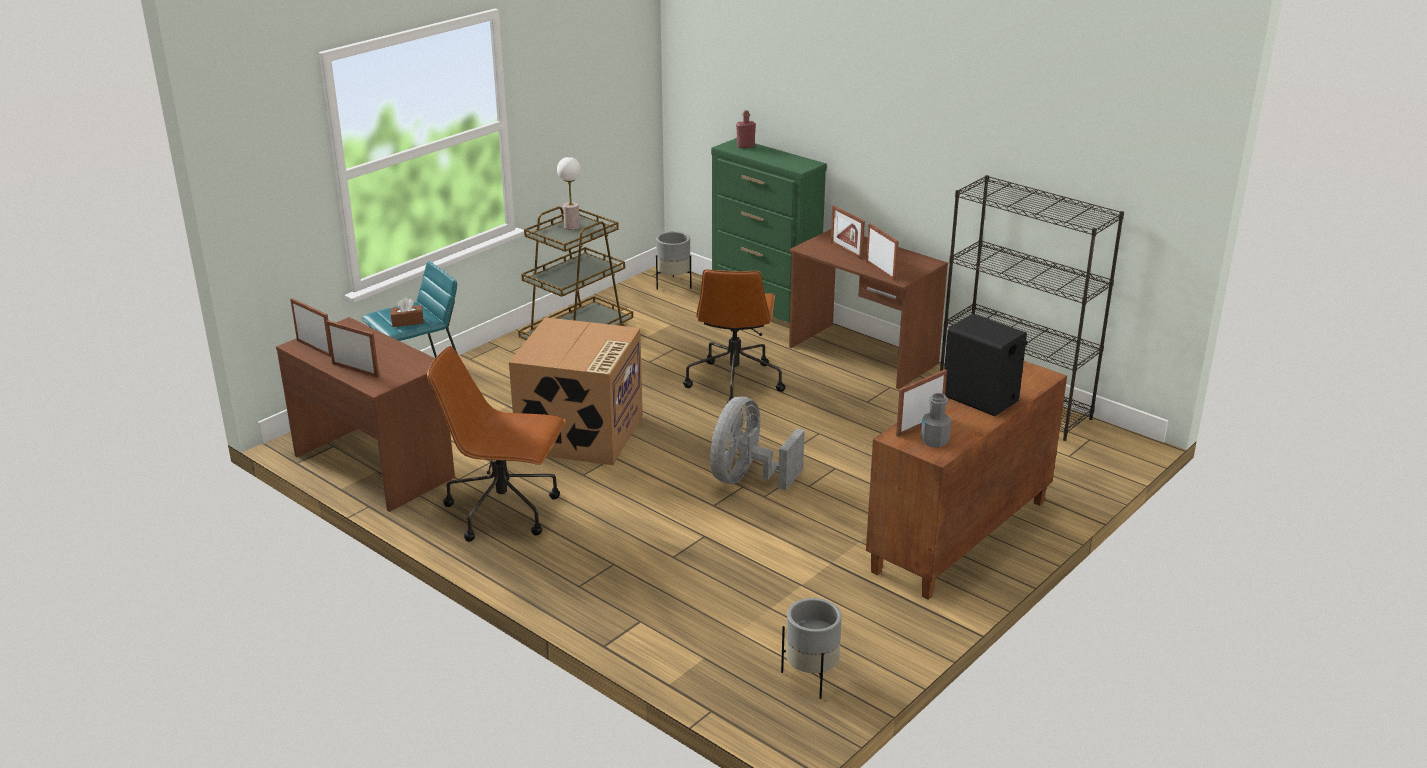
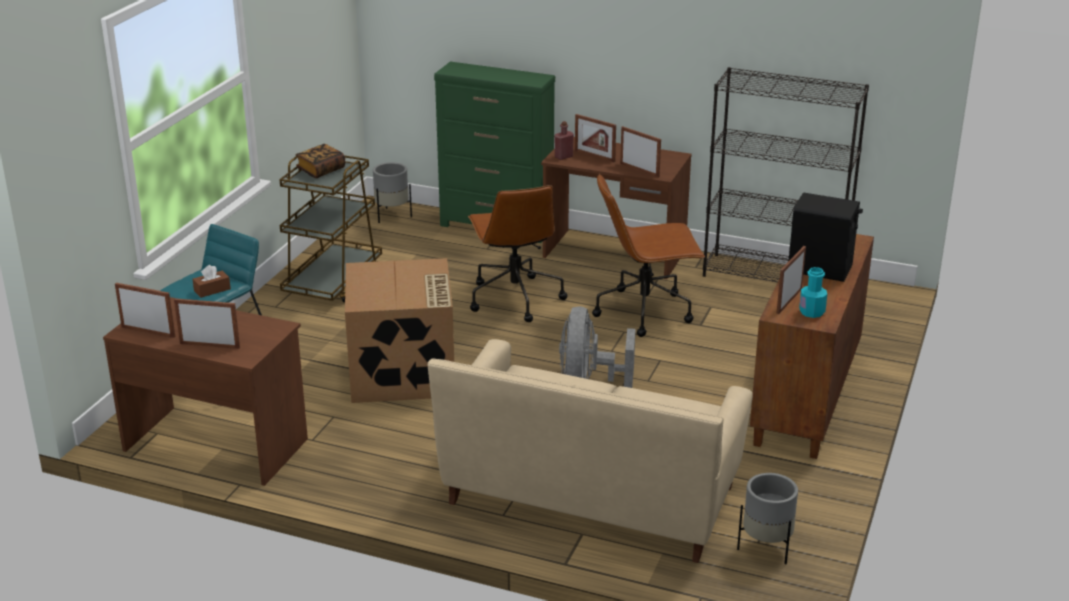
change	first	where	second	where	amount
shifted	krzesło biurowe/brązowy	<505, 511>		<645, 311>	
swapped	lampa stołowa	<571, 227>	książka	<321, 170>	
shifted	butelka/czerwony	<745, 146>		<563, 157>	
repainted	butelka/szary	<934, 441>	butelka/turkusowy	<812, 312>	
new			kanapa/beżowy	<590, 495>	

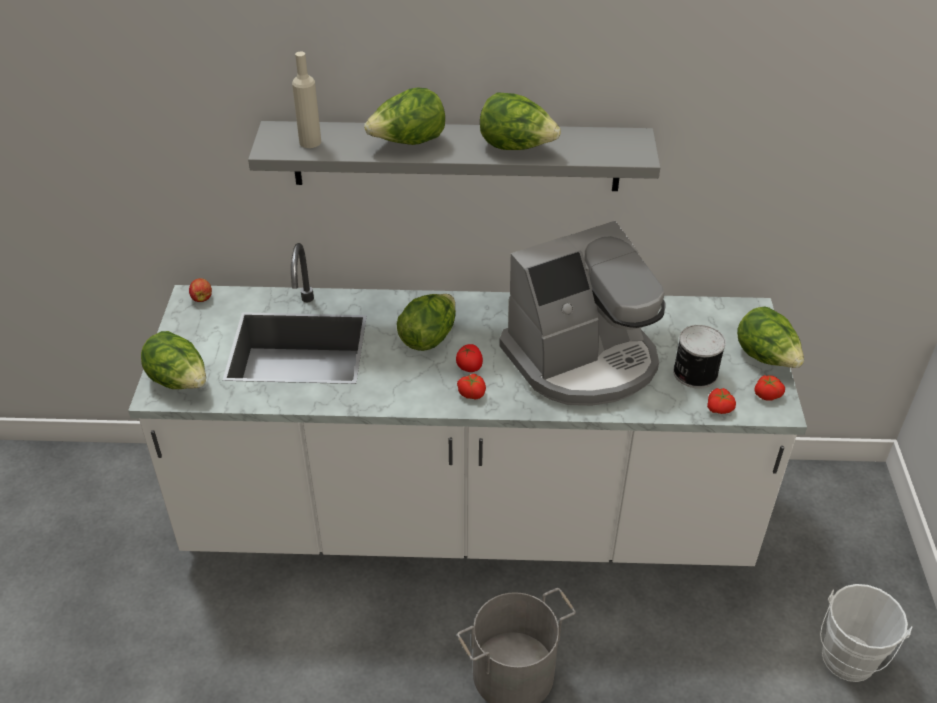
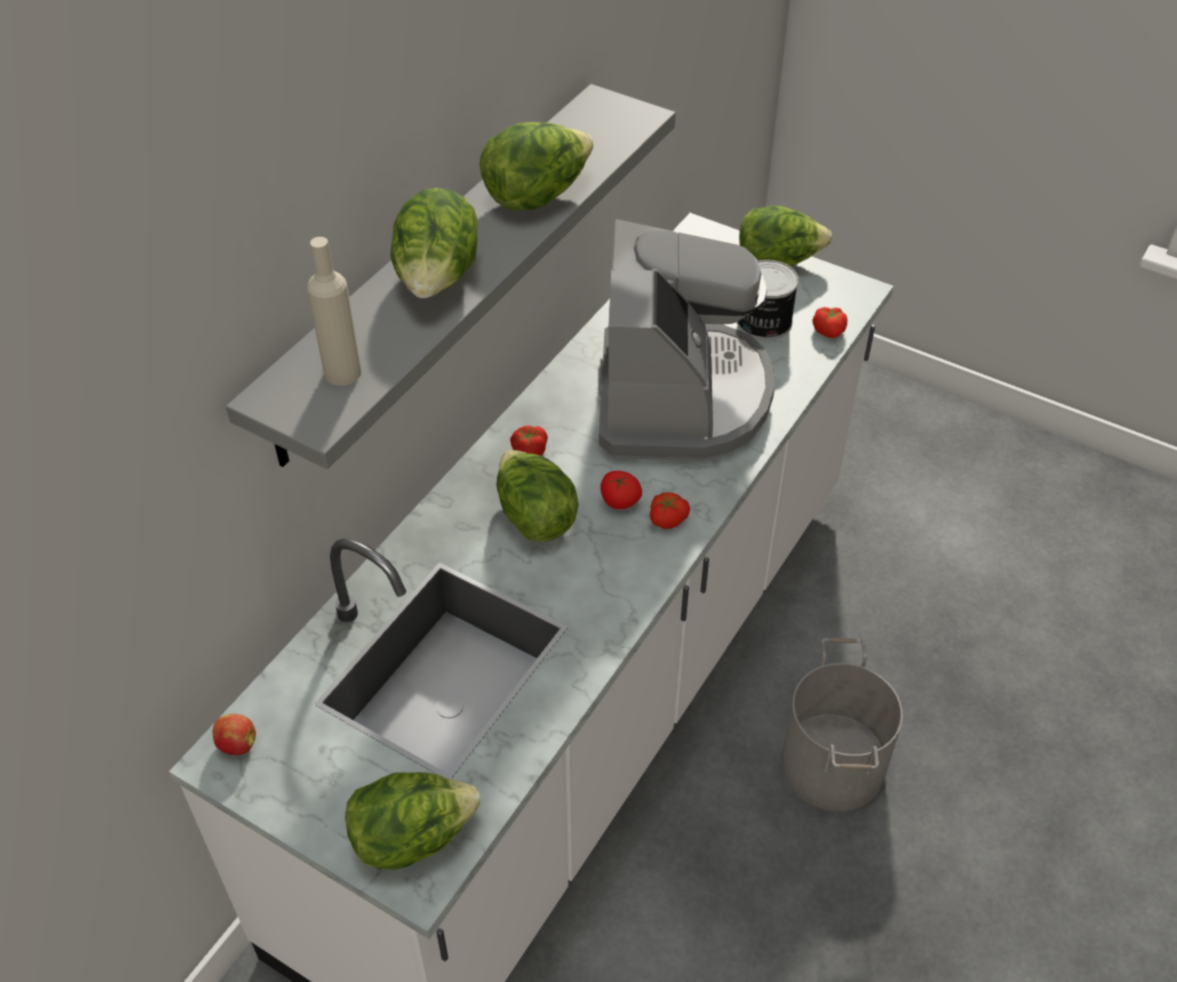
change	first	where	second	where	amount
shifted	pomidor	<766, 394>		<528, 451>	
gone	wiadro/biały	<846, 663>			

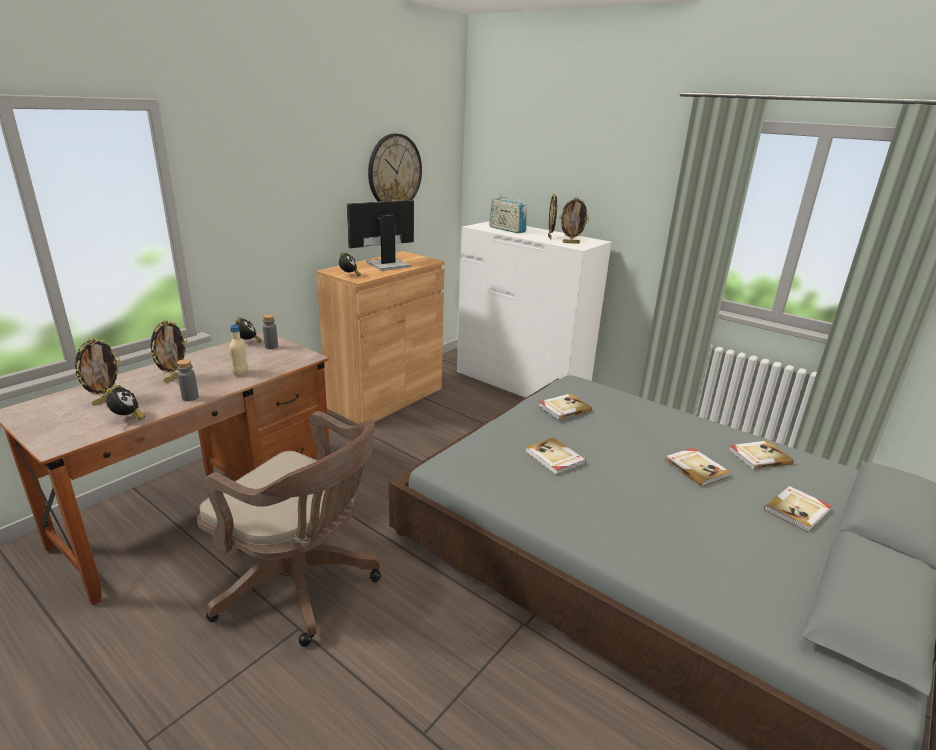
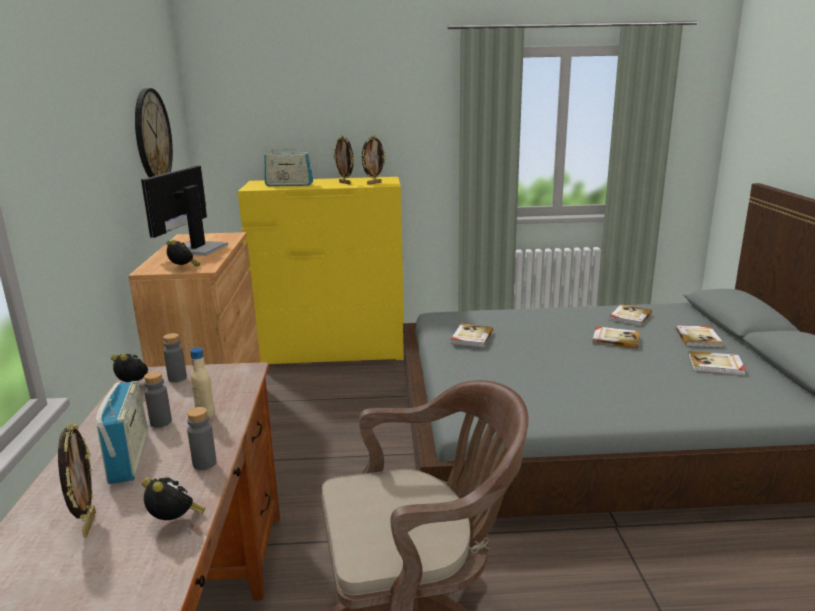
change	first	where	second	where	amount
swapped	ramka na zdjęcie	<174, 378>	radio	<129, 457>	
repainted	komoda/biały	<521, 384>	komoda/żółty	<332, 352>	
shifted	książka	<554, 458>		<716, 365>	
new			butelka/szary	<161, 422>	

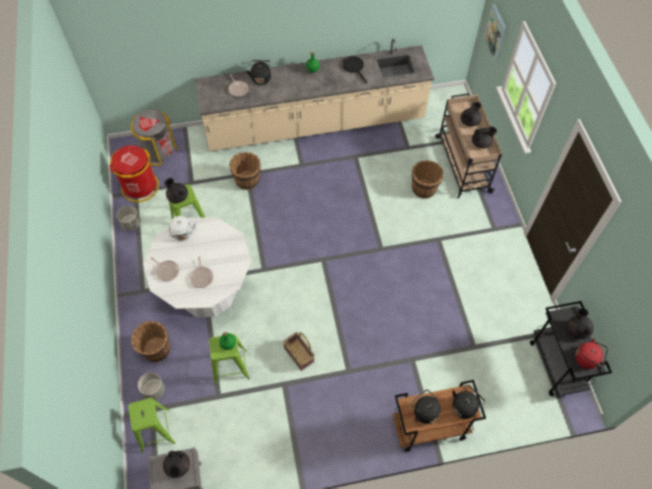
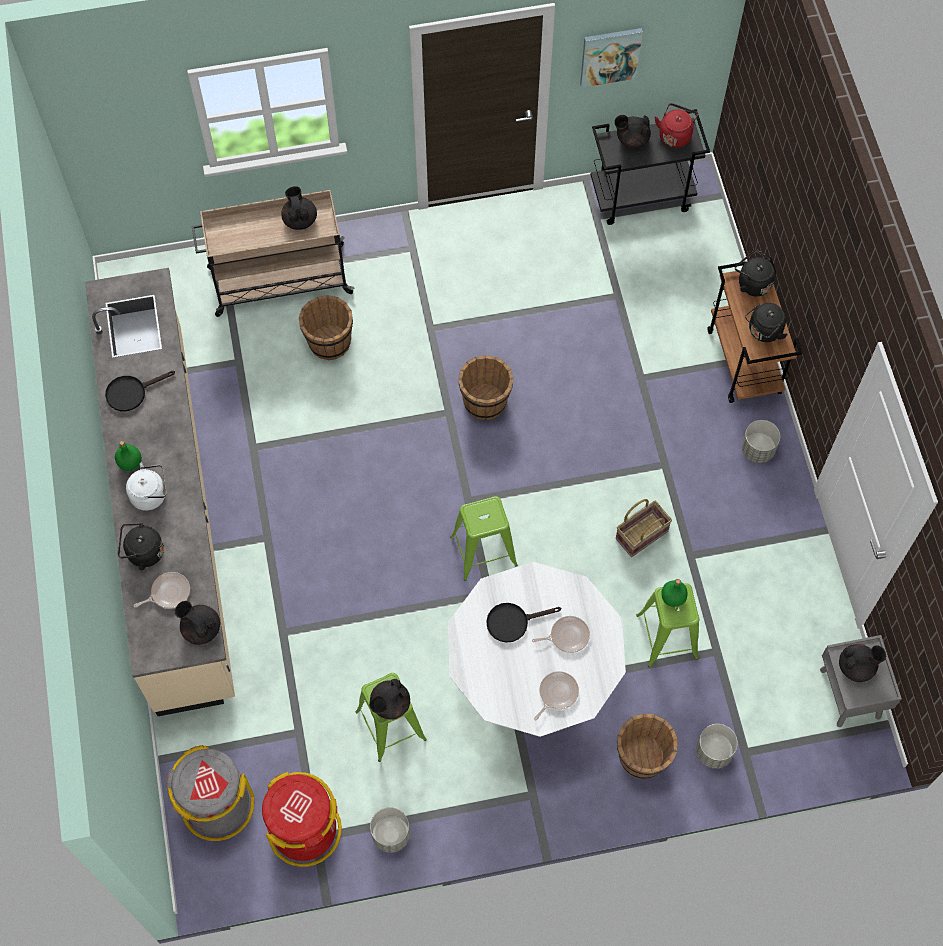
change	first	where	second	where	amount
shifted	stołek/zielony	<155, 430>		<483, 551>	
shifted	czajnik/biały	<183, 234>		<151, 495>	
shifted	wiadro/brązowy	<247, 180>		<485, 401>	
shifted	imbryk/czarny	<470, 121>		<201, 628>	
shifted	obraz	<495, 32>		<610, 56>	
new			patelnia/czarny	<513, 622>	
new			donica/szary	<758, 450>	

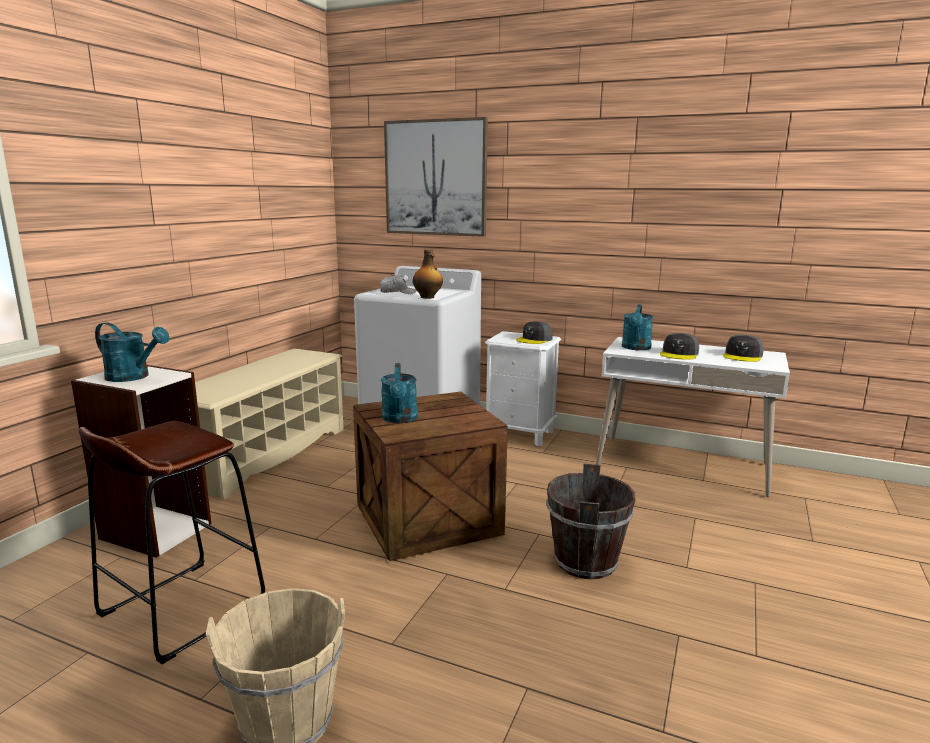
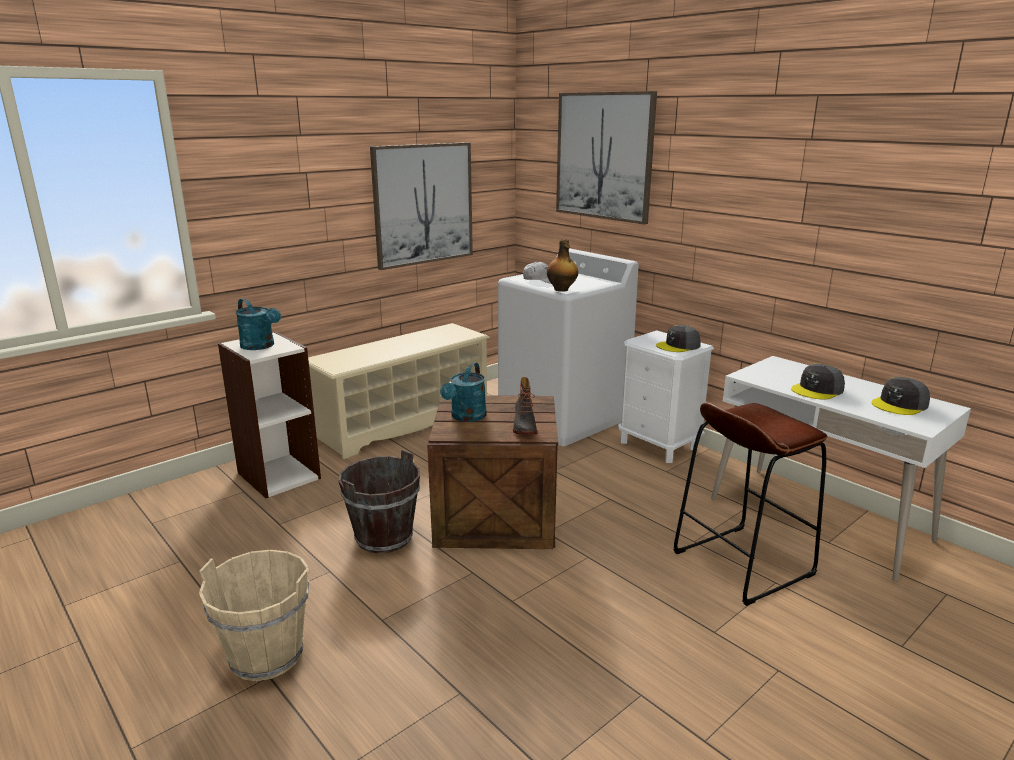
change	first	where	second	where	amount
shifted	stołek/brązowy	<182, 609>		<742, 563>	
shifted	wiadro/brązowy	<586, 562>		<384, 538>	
gone	konewka/turkusowy	<636, 348>			
new			obraz	<423, 204>	
new			but z cholewką	<523, 426>	

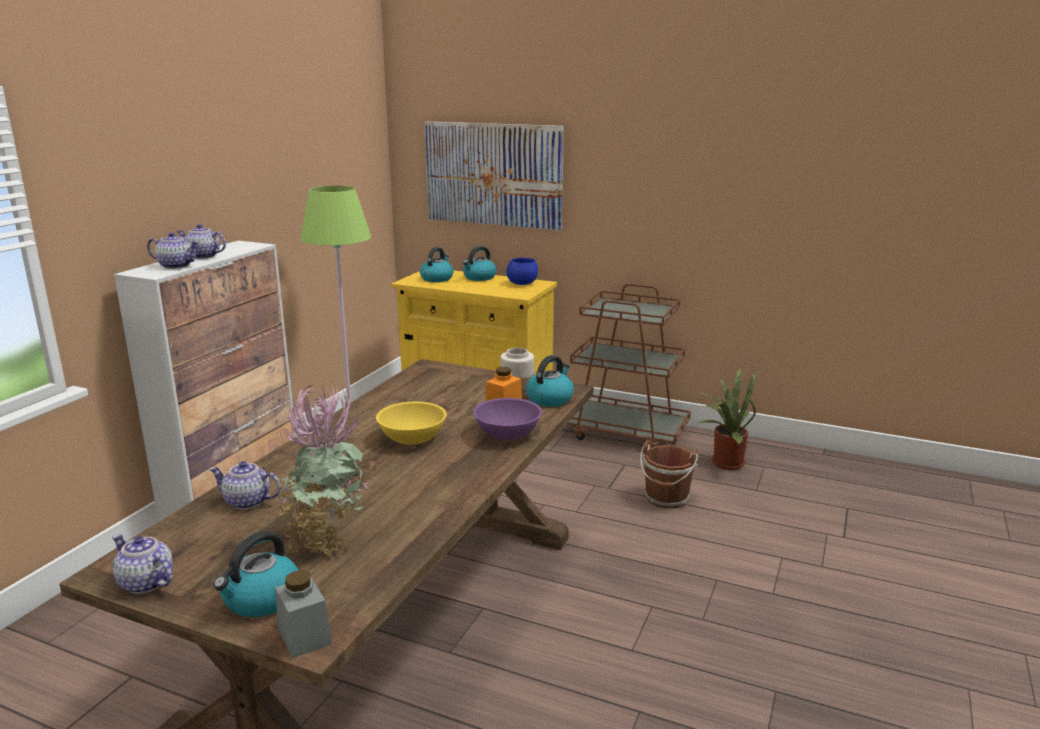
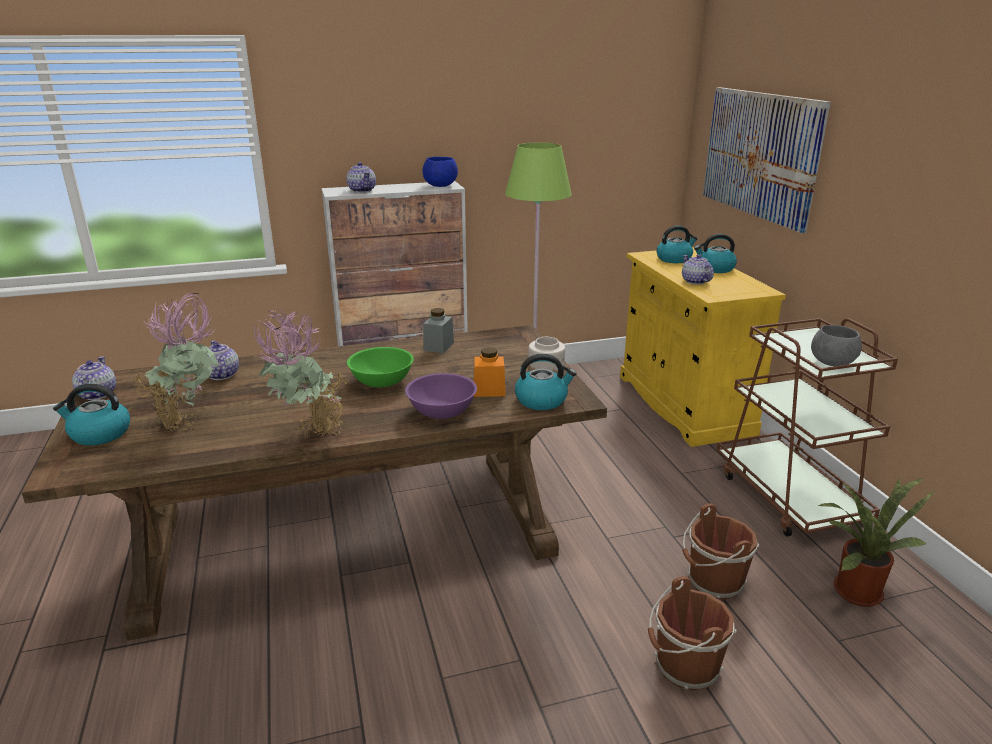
change	first	where	second	where	amount
shifted	imbryk	<203, 256>		<695, 281>	
shifted	słoik/szary	<304, 636>		<438, 346>	
repainted	miska/żółty	<412, 438>	miska/zielony	<382, 381>	
shifted	miska/niebieski	<522, 284>		<440, 186>	
new			roślina doniczkowa	<310, 436>	
new			wiadro/brązowy	<684, 667>	
new			miska/szary	<831, 363>	

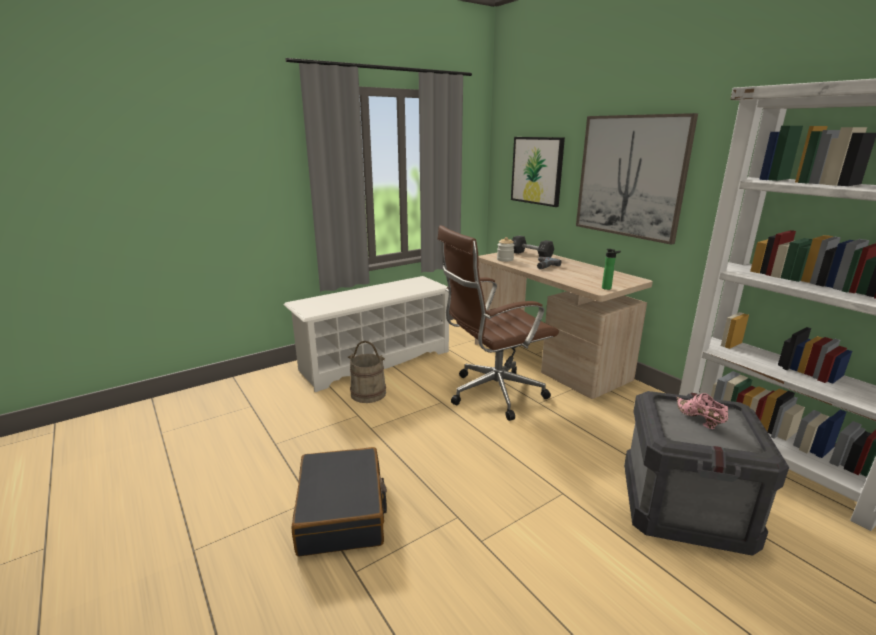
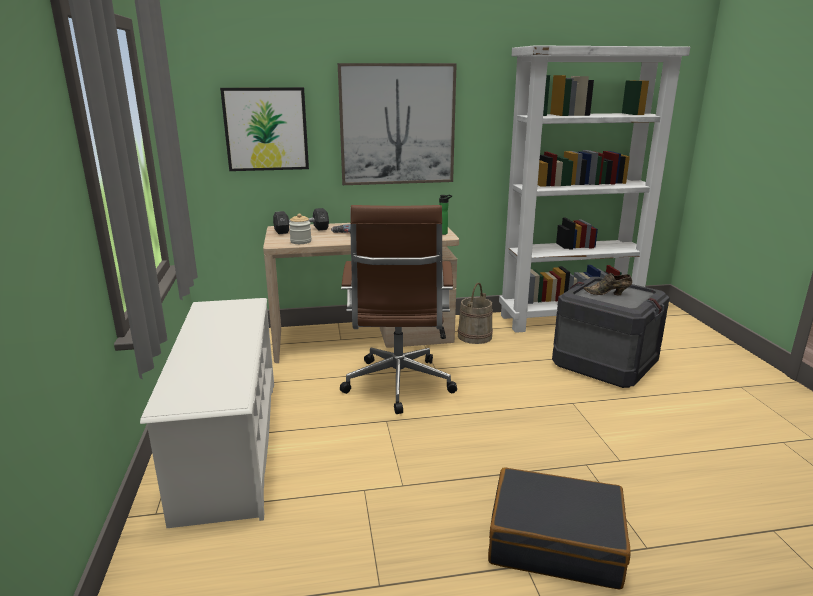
change	first	where	second	where	amount
shifted	wiadro/beżowy	<368, 393>		<474, 336>	
repainted	but/różowy	<699, 420>	but/brązowy	<608, 294>	

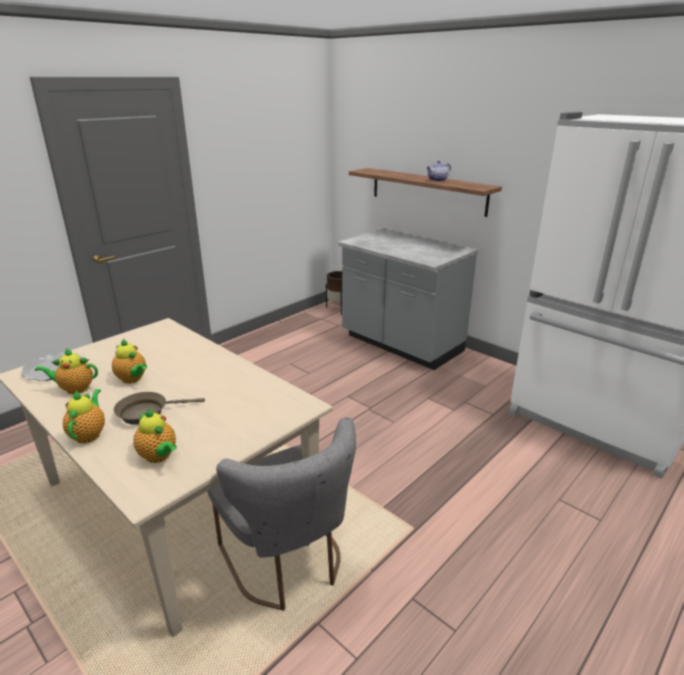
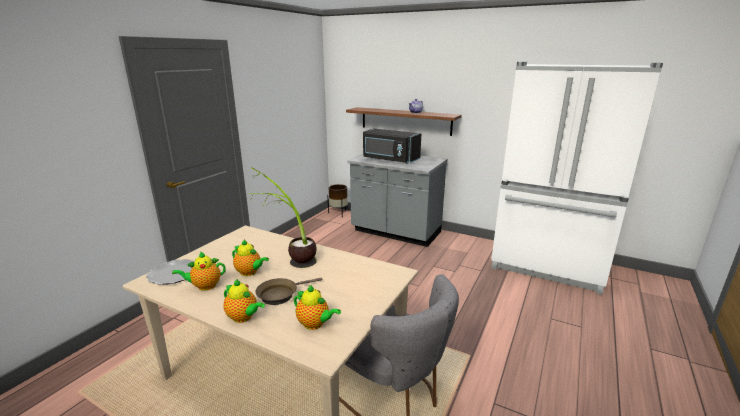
change	first	where	second	where	amount
rotated	imbryk	<89, 434>		<243, 317>	135 degrees clockwise
new			roślina doniczkowa	<290, 257>	
new			mikrofalówka/czarny	<390, 159>	

